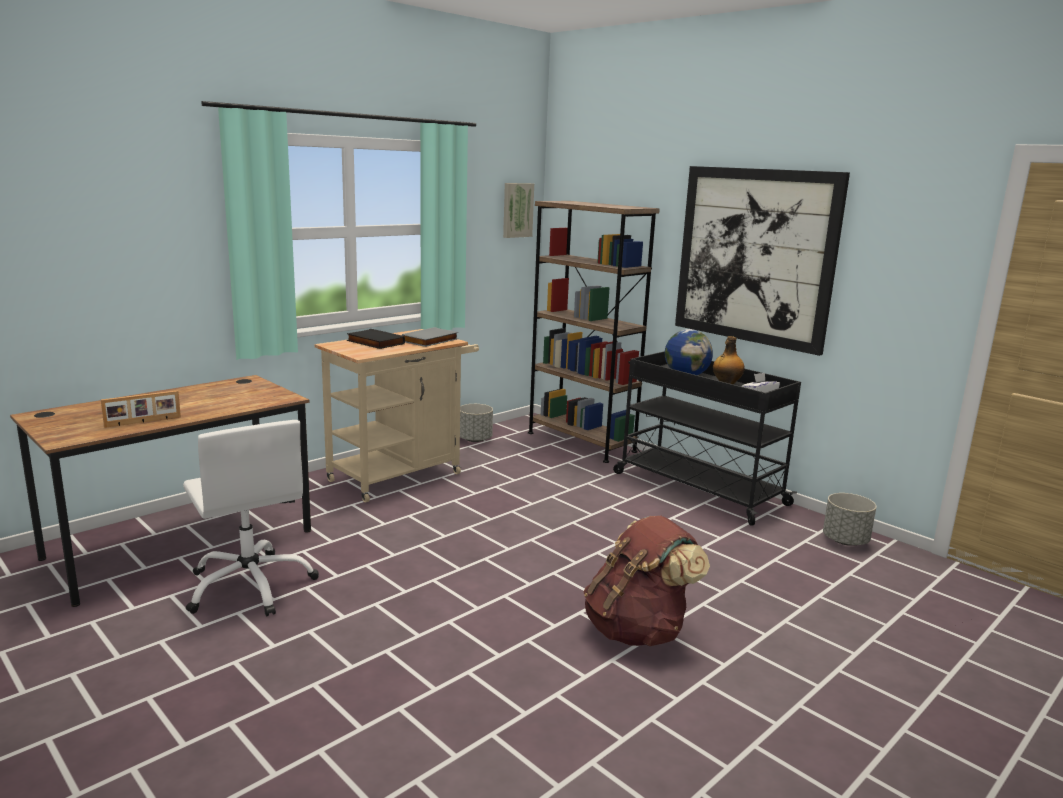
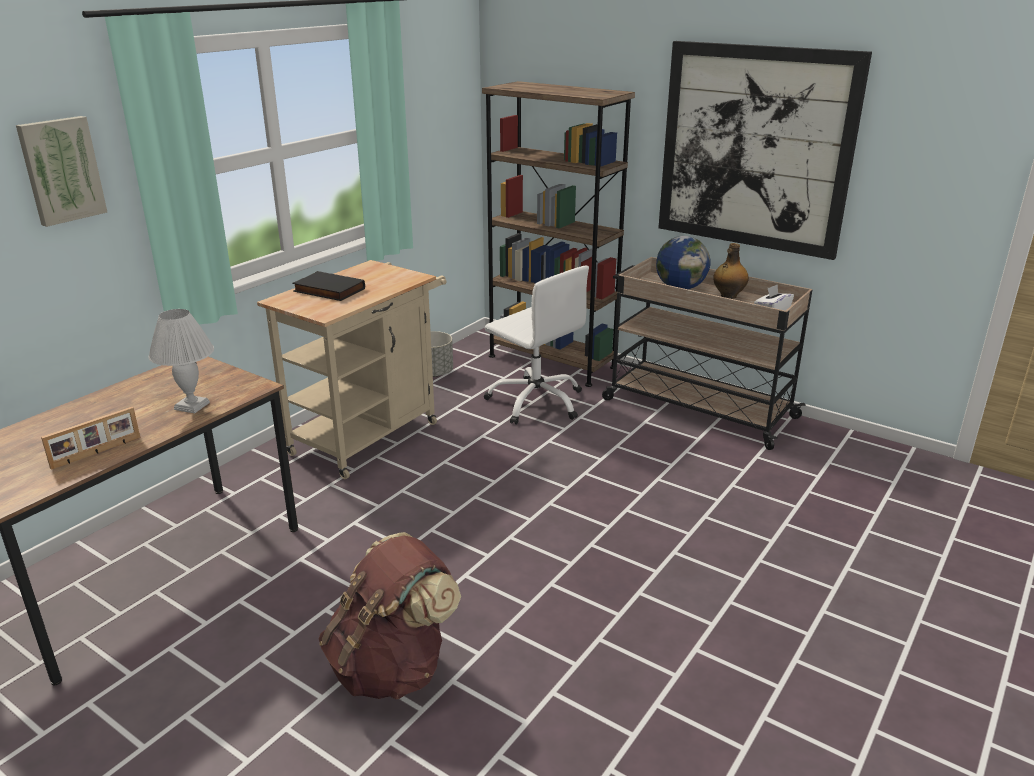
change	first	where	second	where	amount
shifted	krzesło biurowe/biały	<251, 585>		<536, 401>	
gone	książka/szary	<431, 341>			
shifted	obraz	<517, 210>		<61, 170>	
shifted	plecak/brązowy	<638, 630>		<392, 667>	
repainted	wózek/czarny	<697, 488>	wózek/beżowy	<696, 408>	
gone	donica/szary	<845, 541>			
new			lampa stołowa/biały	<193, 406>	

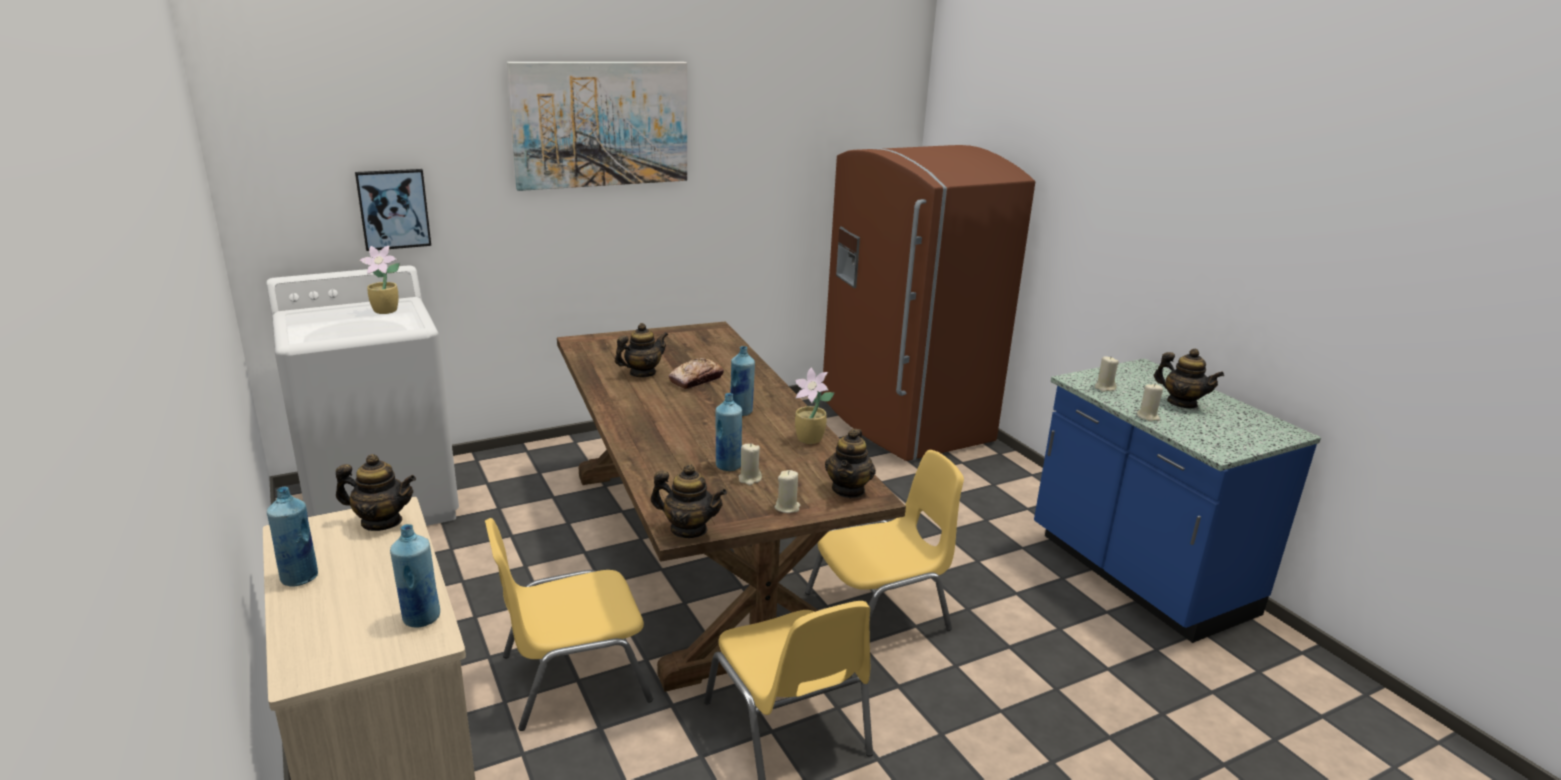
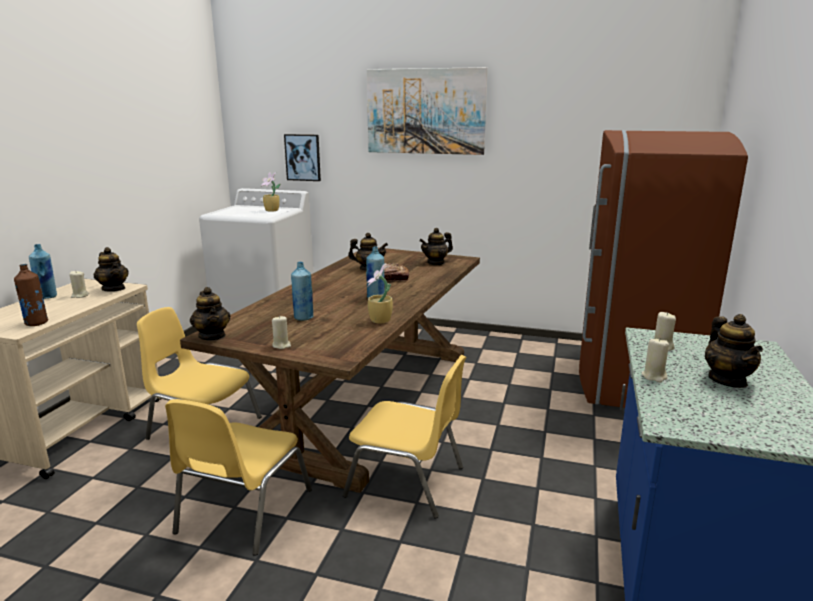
change	first	where	second	where	amount
repainted	butelka/niebieski	<421, 618>	butelka/brązowy	<36, 323>	
shifted	świeca/beżowy	<749, 479>		<80, 296>	
shifted	imbryk	<849, 490>		<436, 263>	

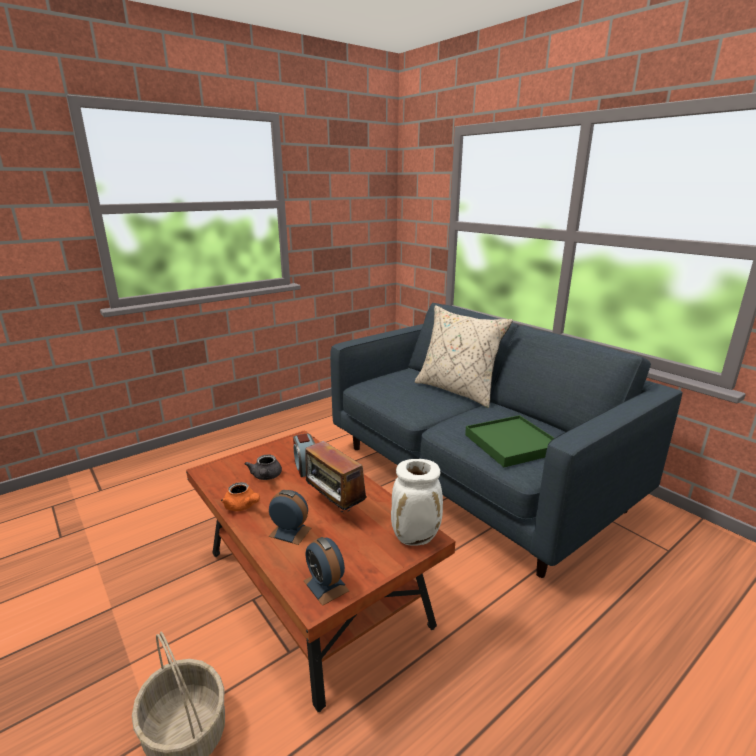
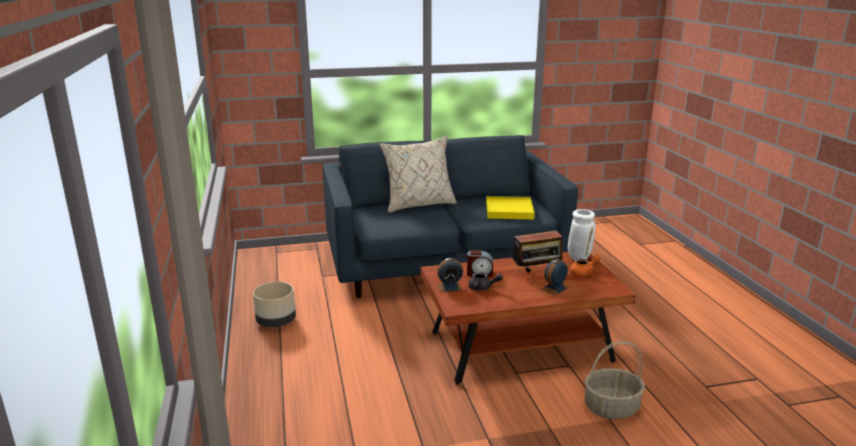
change	first	where	second	where	amount
shifted	imbryk/pomarańczowy	<242, 506>		<584, 272>	
shifted	budzik	<326, 586>		<449, 287>	
repainted	taca/zielony	<512, 444>	taca/żółty	<509, 210>	
new			donica/beżowy	<276, 322>	

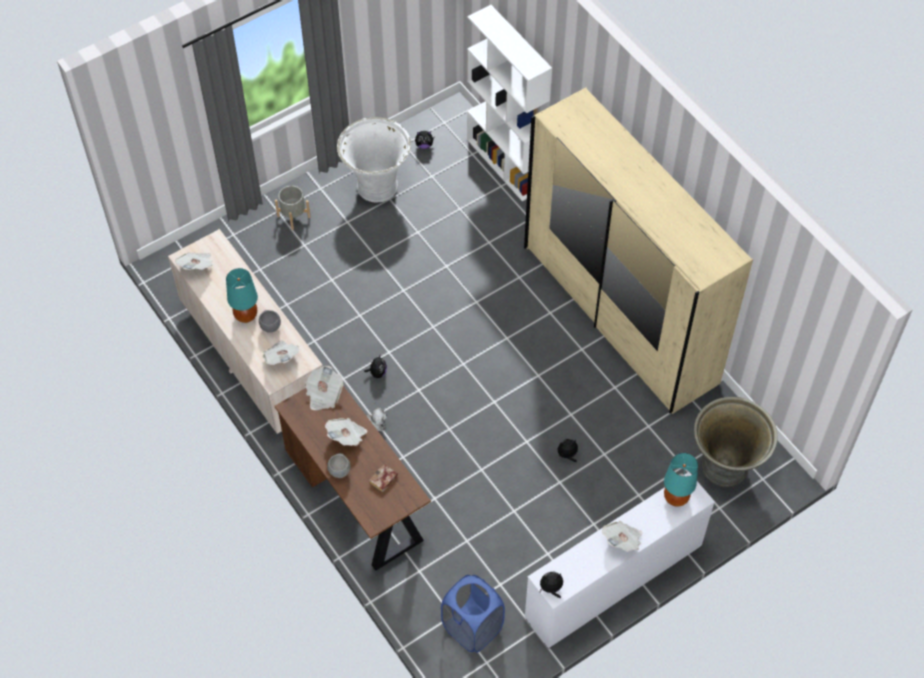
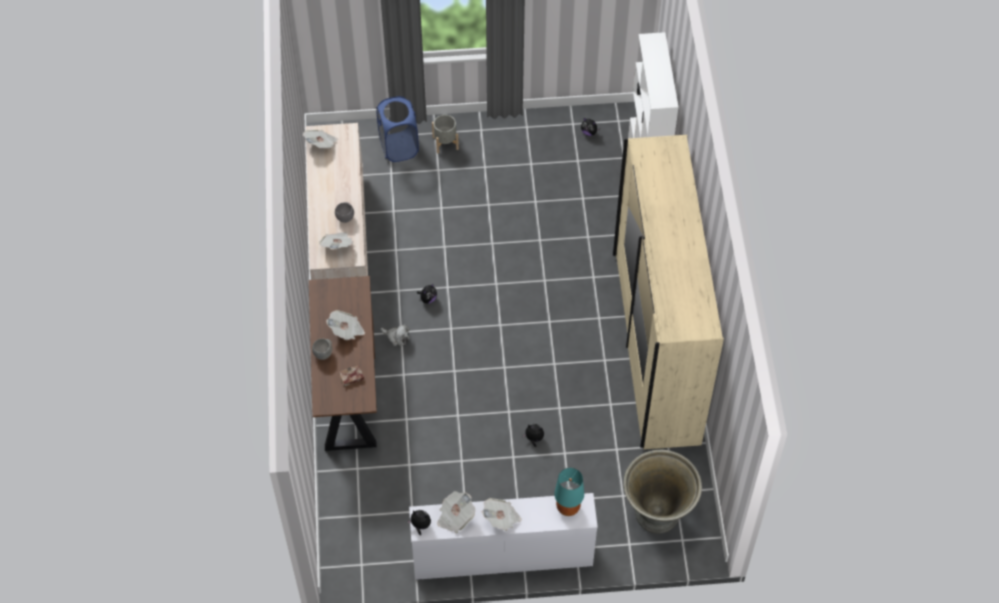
change	first	where	second	where	amount
gone	lampa stołowa/turkusowy	<245, 315>			
shifted	gazeta	<323, 394>		<455, 517>	
gone	donica/biały	<377, 185>			
shifted	kosz na pranie/niebieski	<472, 628>		<398, 147>	

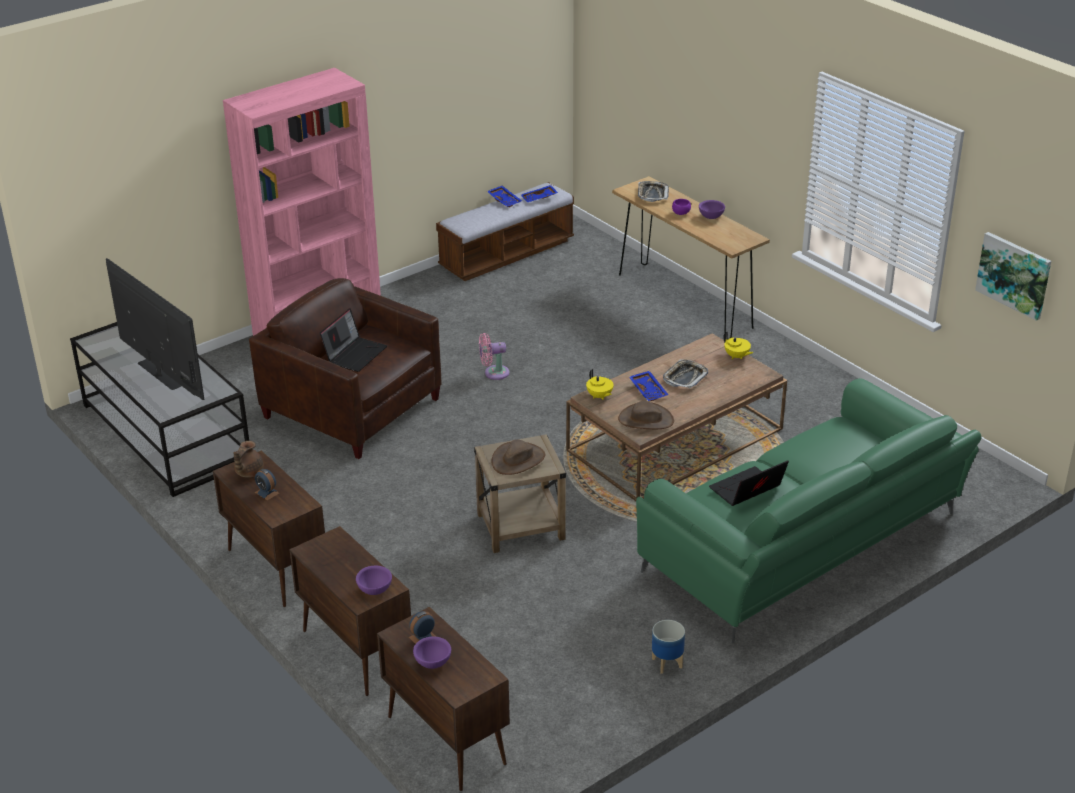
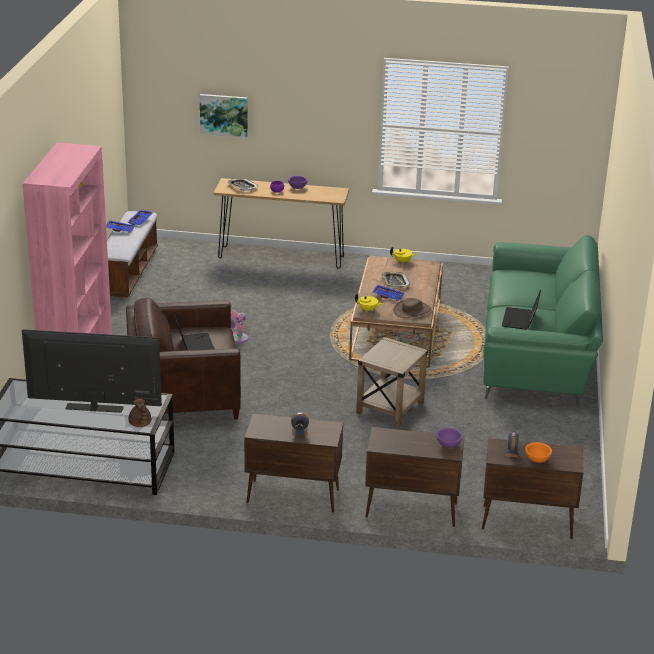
change	first	where	second	where	amount
shifted	imbryk/brązowy	<248, 472>		<140, 424>	
repainted	miska/fioletowy	<432, 662>	miska/pomarańczowy	<537, 460>	
gone	kapelusz/brązowy	<518, 460>			
gone	donica	<667, 663>			
shifted	obraz	<1014, 275>		<224, 115>	

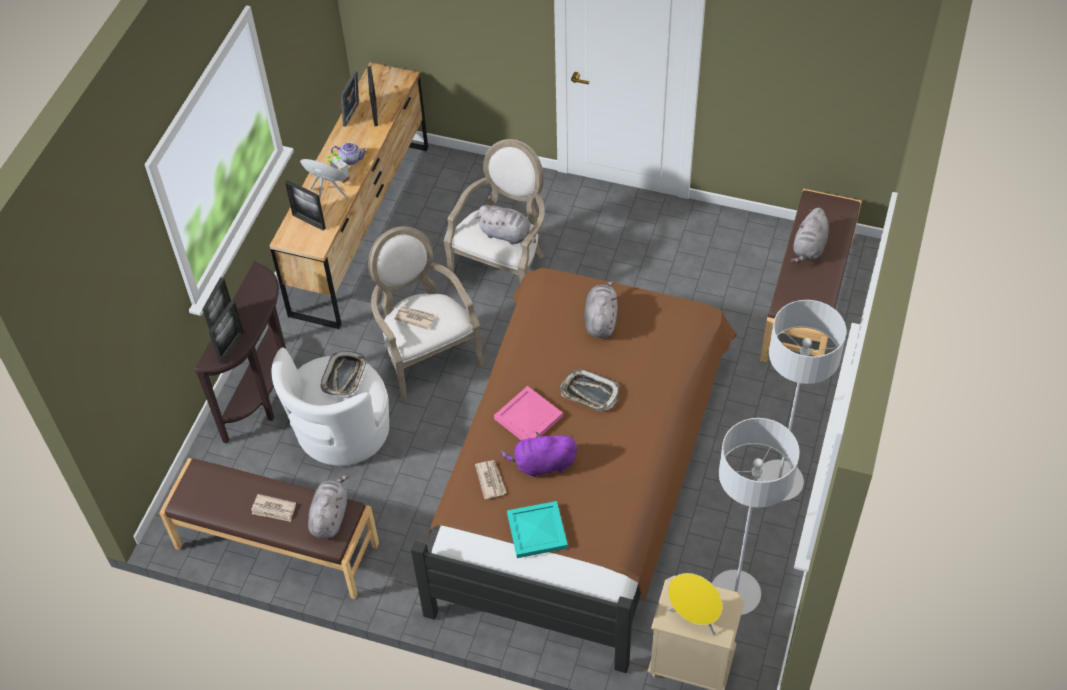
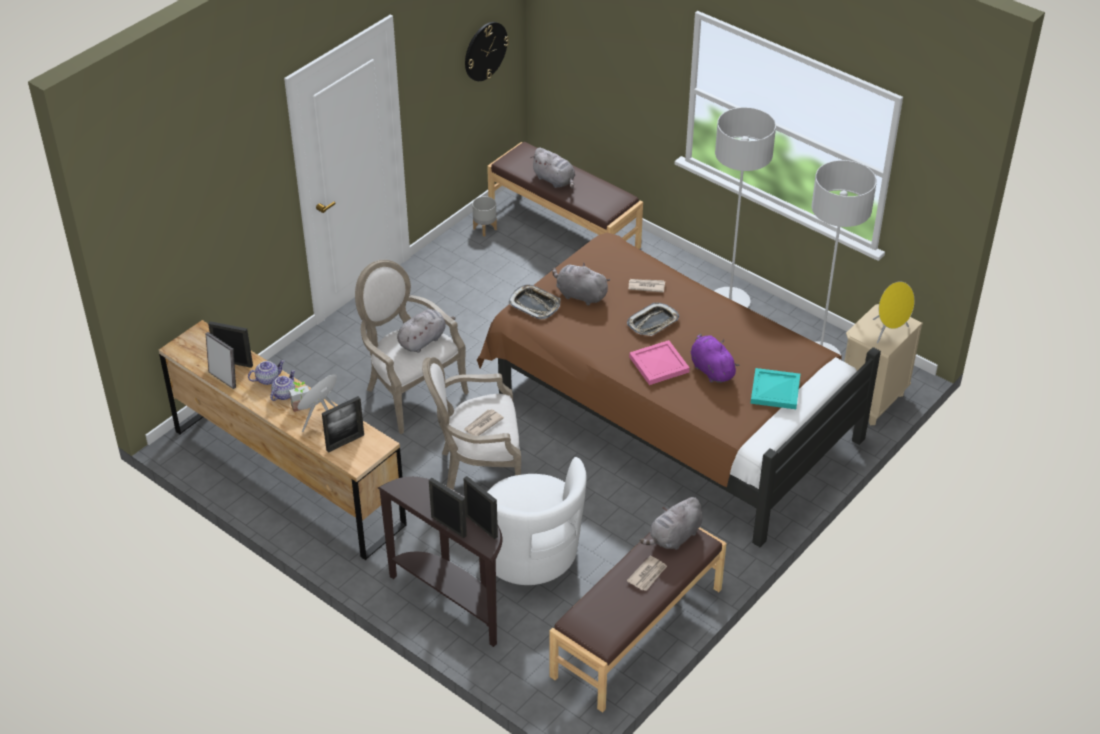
change	first	where	second	where	amount
rotated	pluszak/szary	<330, 516>		<674, 537>	75 degrees counterclockwise
shifted	taca	<344, 376>		<535, 304>	
shifted	gazeta	<490, 480>		<646, 286>	
rotated	pluszak/fioletowy	<542, 464>		<711, 369>	135 degrees clockwise
new			imbryk	<267, 379>	
new			zegar ścienny	<485, 51>	
new			donica/szary	<485, 228>	

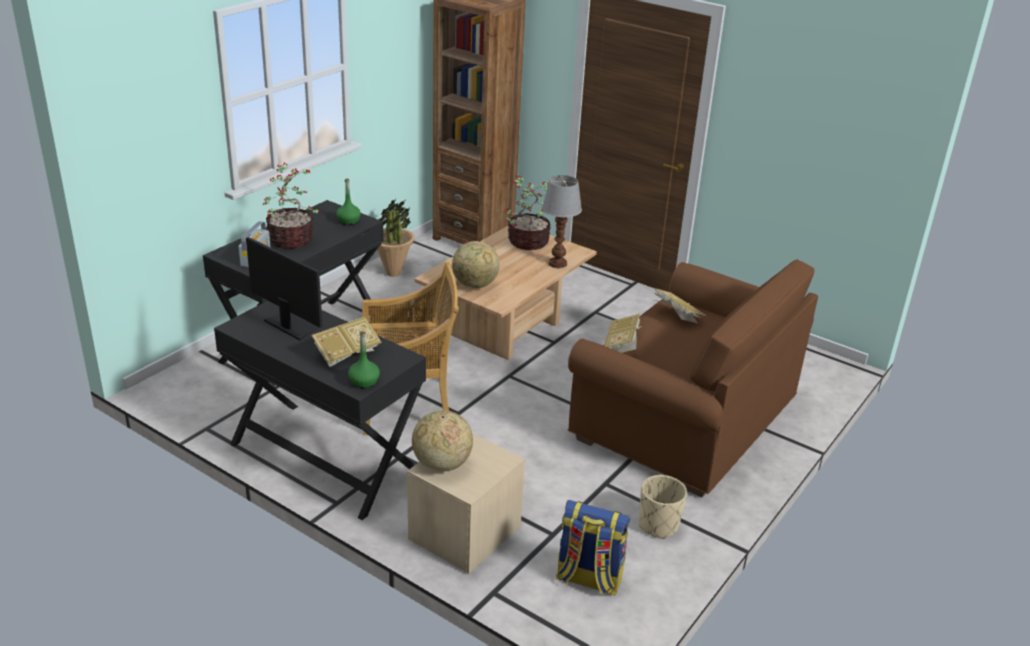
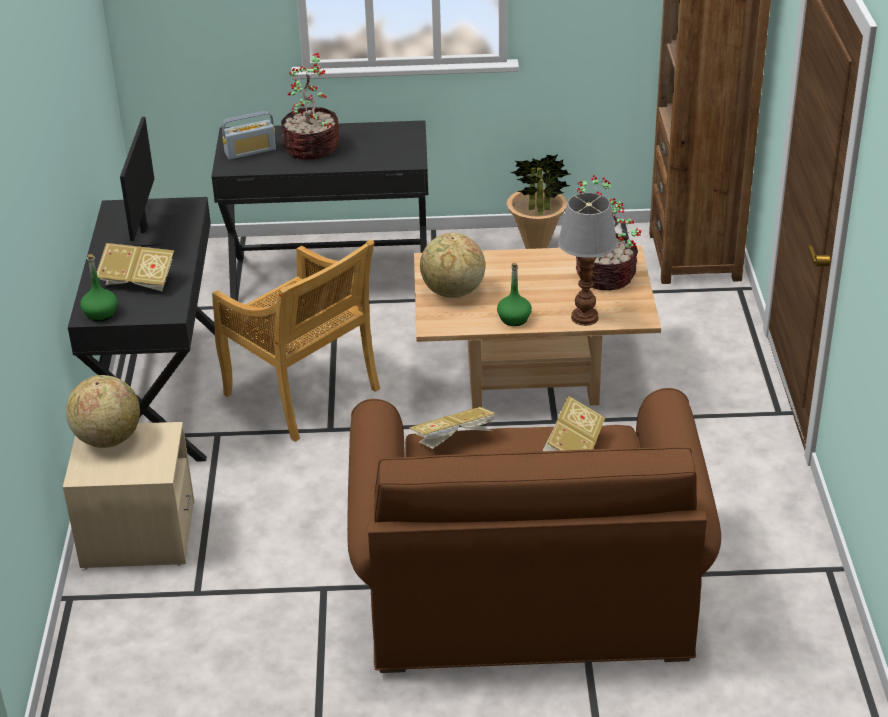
change	first	where	second	where	amount
shifted	butelka/zielony	<348, 221>		<514, 319>	
gone	plecak	<588, 579>			
gone	donica/beżowy	<658, 525>			

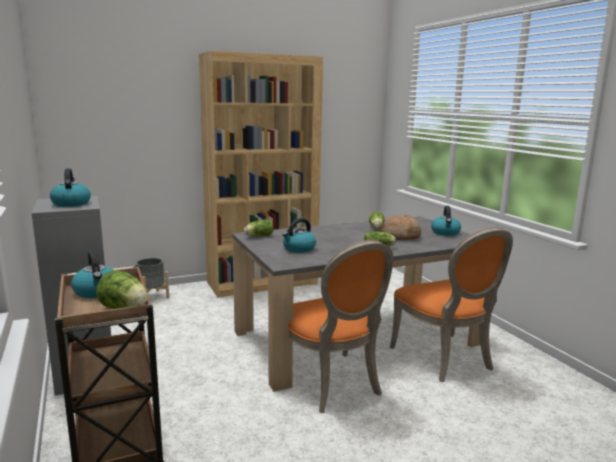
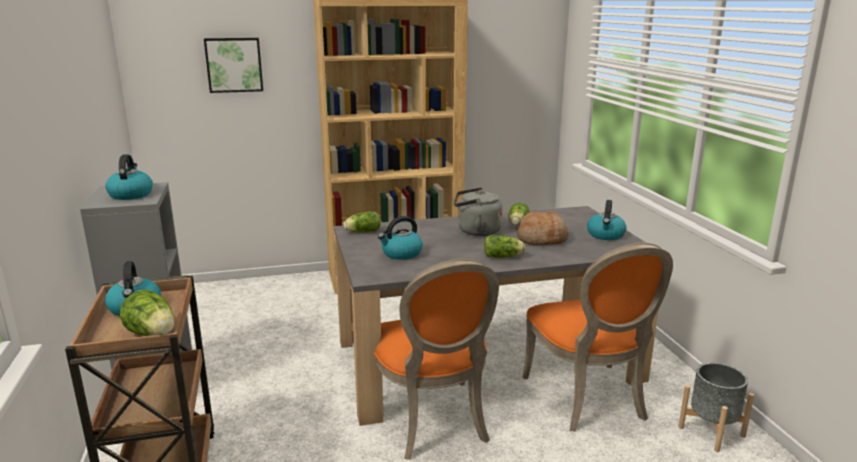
change	first	where	second	where	amount
shifted	donica/szary	<151, 297>		<711, 432>	
new			obraz	<234, 65>	
new			czajnik/szary	<476, 231>	

